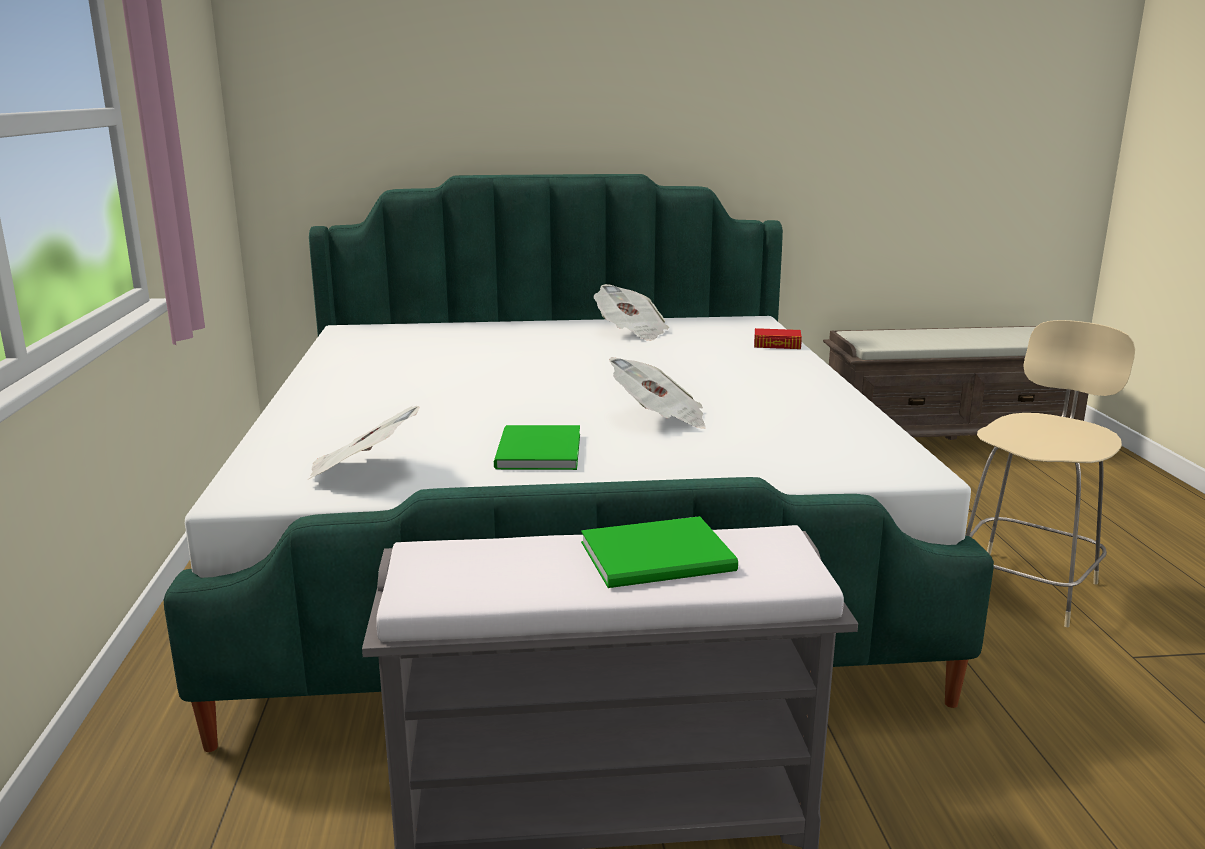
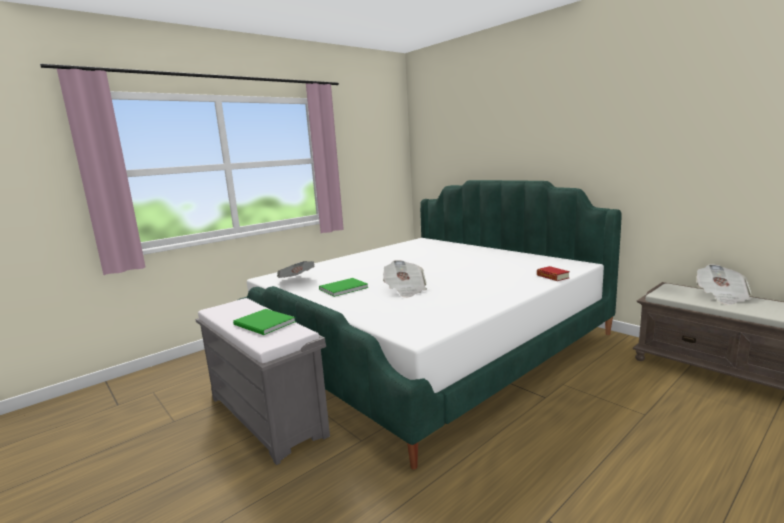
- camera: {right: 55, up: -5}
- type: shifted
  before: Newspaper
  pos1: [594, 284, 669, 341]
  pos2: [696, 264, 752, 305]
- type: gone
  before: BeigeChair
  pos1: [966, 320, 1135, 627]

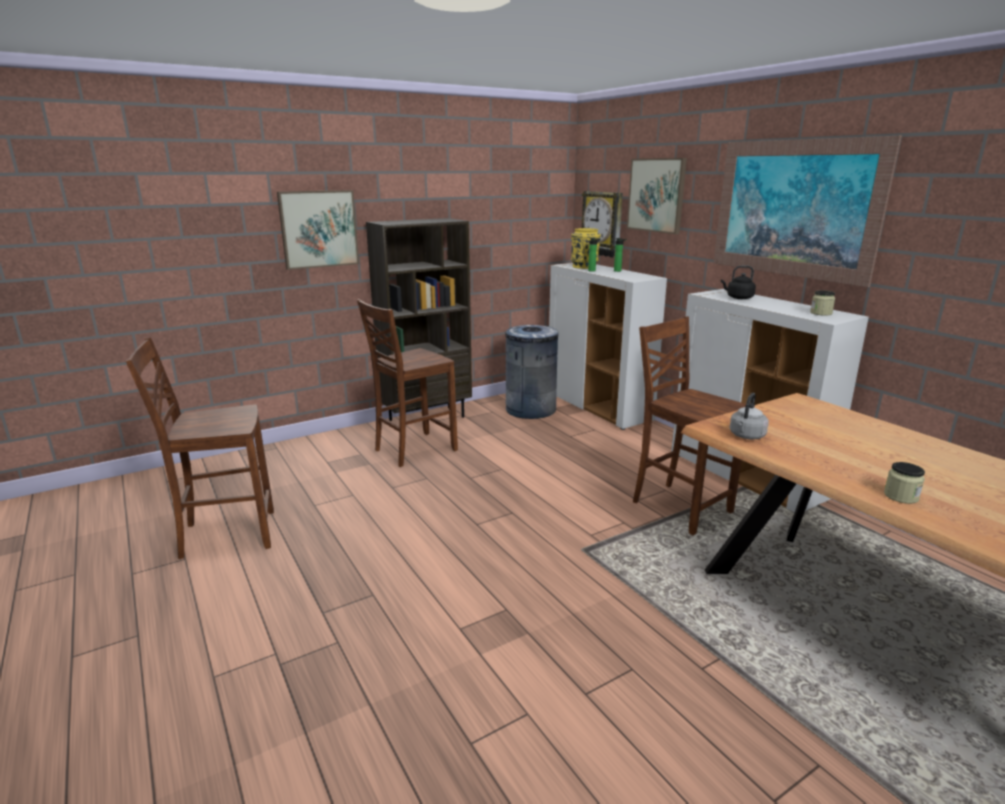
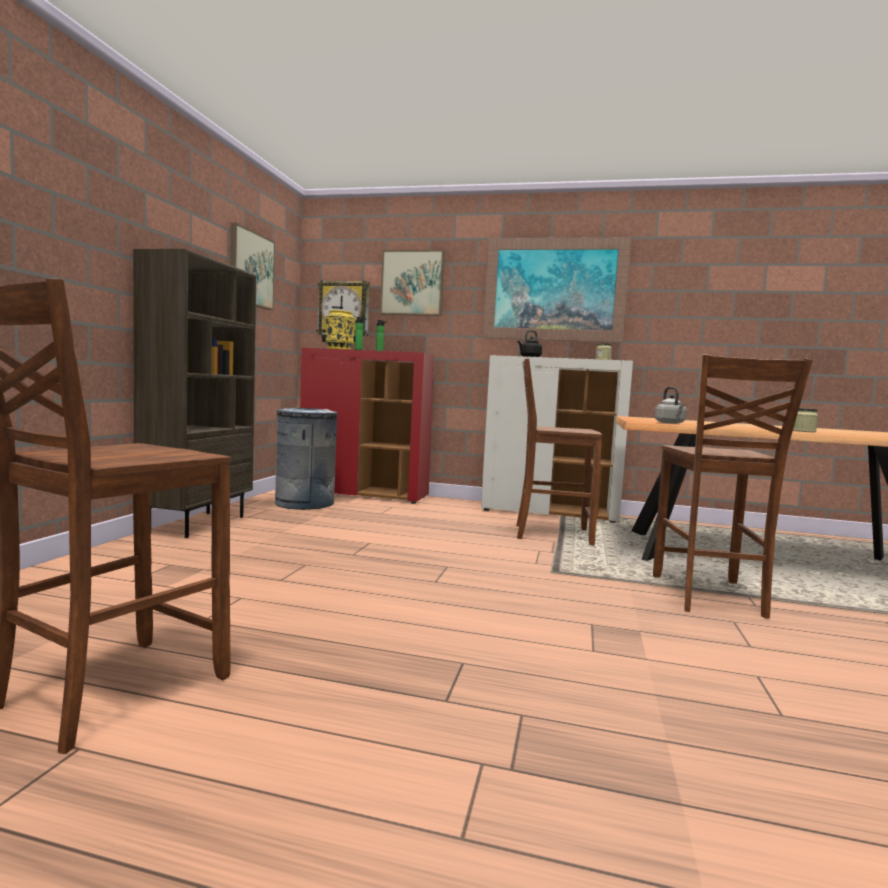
- camera: {right: -45, up: -15}
- type: shifted
  before: Picture
  pos1: [277, 190, 359, 270]
  pos2: [230, 223, 275, 310]
- type: repainted
  before: WhiteCabinet
  after: RedCabinet
  pos1: [549, 263, 667, 430]
  pos2: [300, 348, 434, 504]
- type: shifted
  before: BrownChair
  pos1: [357, 299, 458, 467]
  pos2: [653, 354, 813, 619]

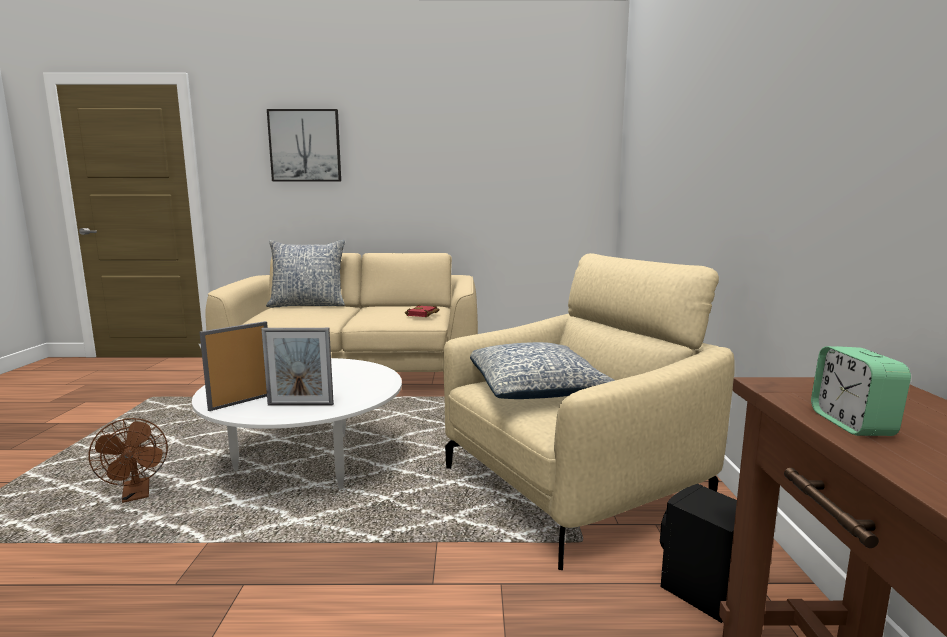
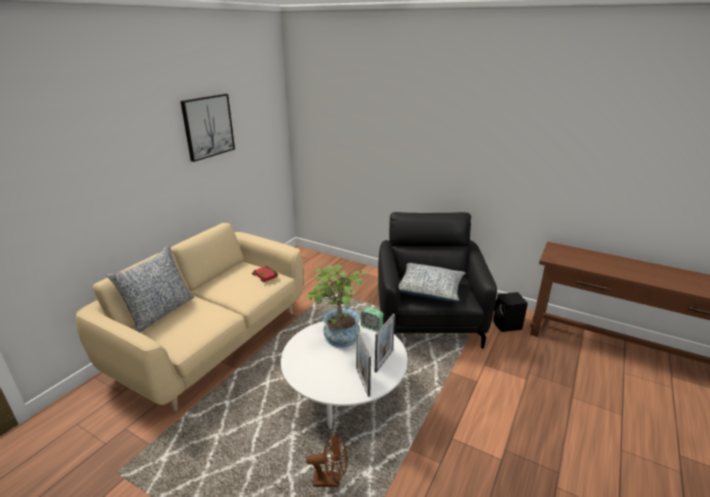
- camera: {right: -60, up: 15}
- type: shifted
  before: Picture
  pos1: [267, 109, 341, 181]
  pos2: [181, 94, 235, 162]
- type: new
  after: PottedPlant
  pos2: [306, 265, 368, 348]
- type: shifted
  before: AlarmClock
  pos1: [811, 346, 911, 436]
  pos2: [361, 307, 383, 332]
- type: repainted
  before: BeigeArmchair
  after: BlackArmchair
  pos1: [443, 253, 734, 570]
  pos2: [378, 212, 497, 348]

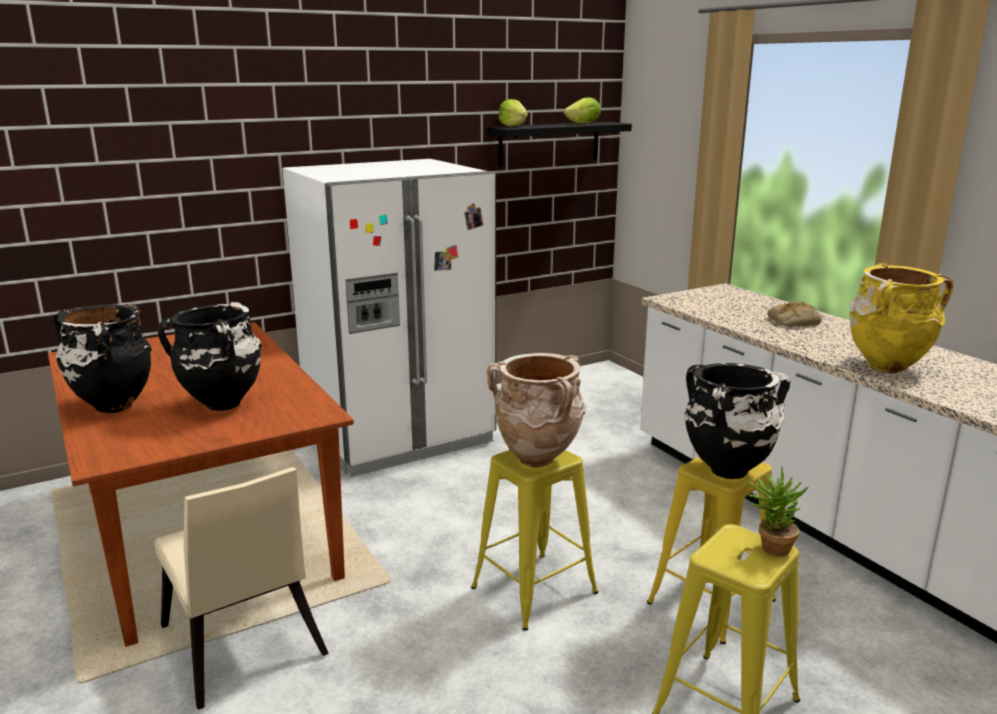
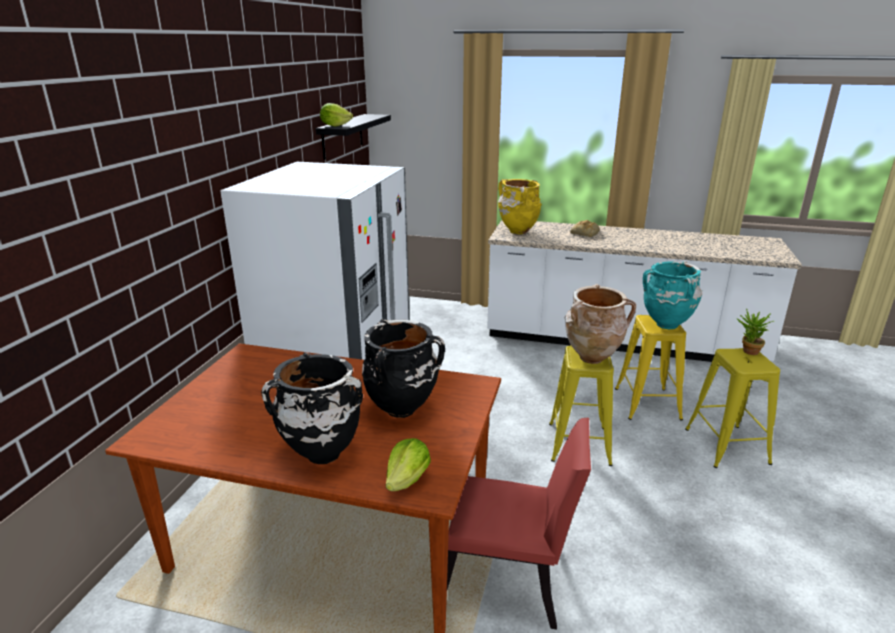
- camera: {right: -45, up: 5}
- type: shifted
  before: Lettuce
  pos1: [564, 97, 601, 123]
  pos2: [386, 438, 431, 491]
- type: repainted
  before: BeigeChair
  after: RedChair
  pos1: [154, 467, 329, 710]
  pos2: [447, 418, 591, 630]
- type: shifted
  before: YellowVase
  pos1: [850, 263, 954, 373]
  pos2: [498, 179, 542, 235]
- type: repainted
  before: BlackVase
  after: TurquoiseVase
  pos1: [685, 363, 791, 479]
  pos2: [643, 261, 702, 329]

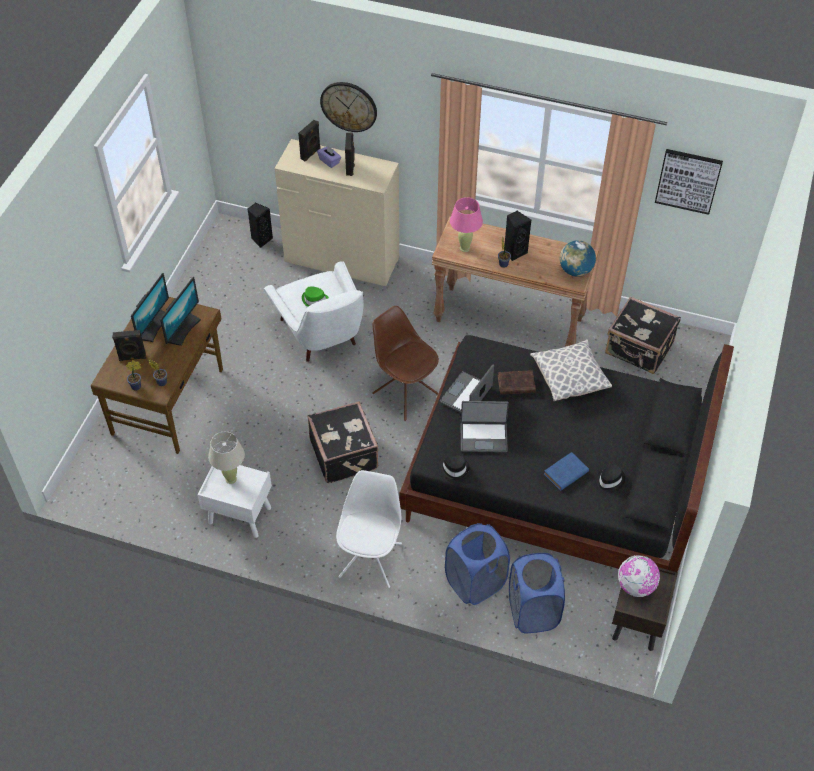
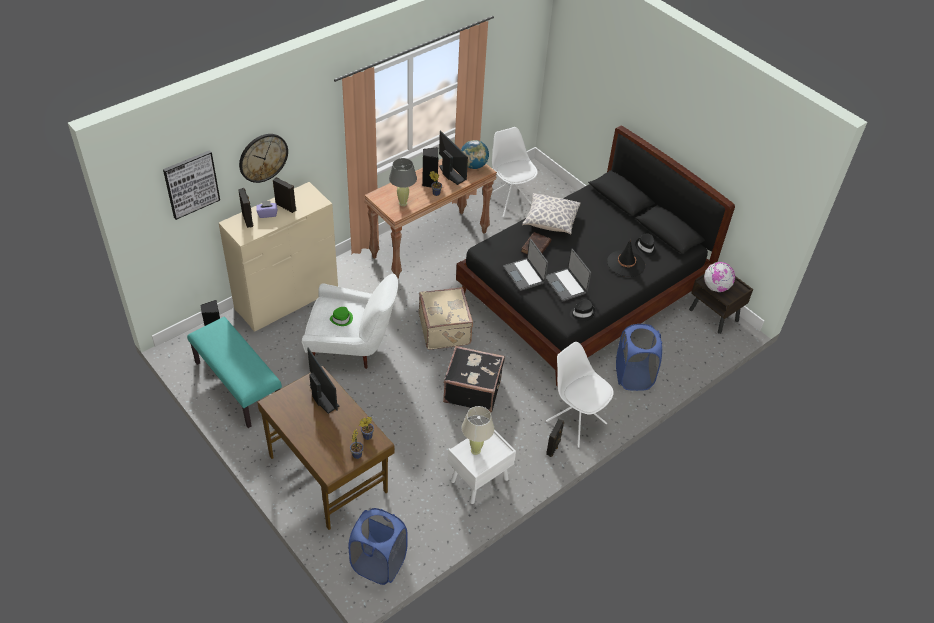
- camera: {right: -60, up: -5}
- type: shifted
  before: Picture
  pos1: [655, 149, 723, 215]
  pos2: [163, 150, 220, 220]
- type: new
  after: TurquoiseBench
  pos2: [187, 317, 282, 428]
- type: shifted
  before: BlueLaundryBasket
  pos1: [509, 553, 565, 633]
  pos2: [348, 508, 407, 585]
- type: repainted
  before: PinkTableLamp
  after: GreyTableLamp
  pos1: [450, 197, 483, 252]
  pos2: [389, 158, 417, 206]
- type: swapped
  before: BrownChair
  after: BeigeSuitcase
  pos1: [372, 306, 439, 421]
  pos2: [419, 287, 473, 350]
- type: shifted
  before: Monitor
  pos1: [131, 273, 169, 342]
  pos2: [439, 130, 468, 185]
- type: swapped
  before: BlackSuitcase
  after: WhiteChair
  pos1: [605, 296, 681, 374]
  pos2: [492, 127, 538, 217]
- type: rotated
  before: Laptop
  pos1: [461, 401, 509, 452]
  pos2: [546, 249, 591, 301]
  turn: 120
- type: shifted
  before: BlackSpeaker
  pos1: [112, 330, 146, 361]
  pos2: [546, 419, 564, 457]
- type: swapped
  before: BlueBook
  after: BlackHat
  pos1: [544, 452, 589, 491]
  pos2: [607, 239, 645, 277]

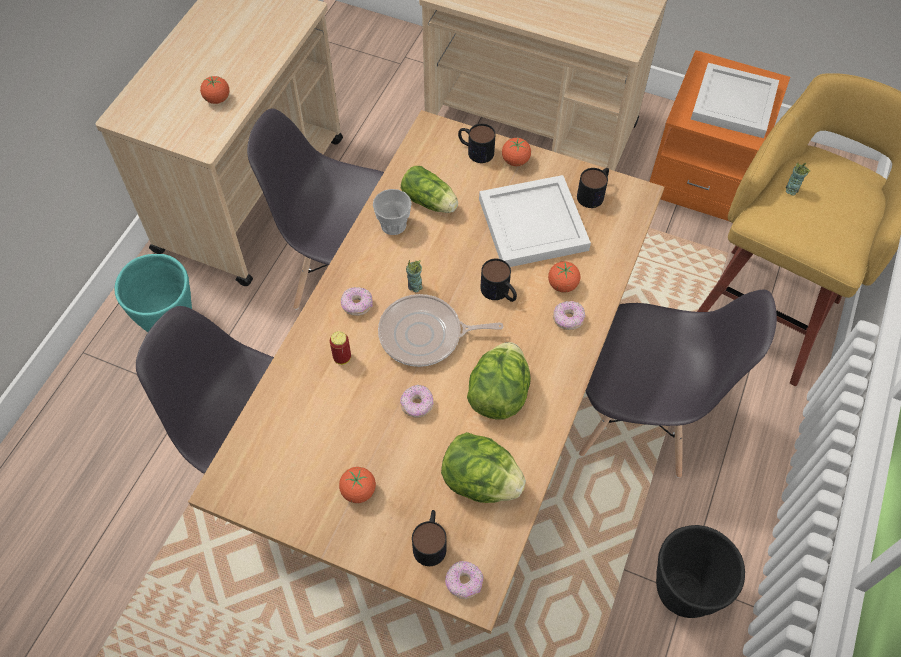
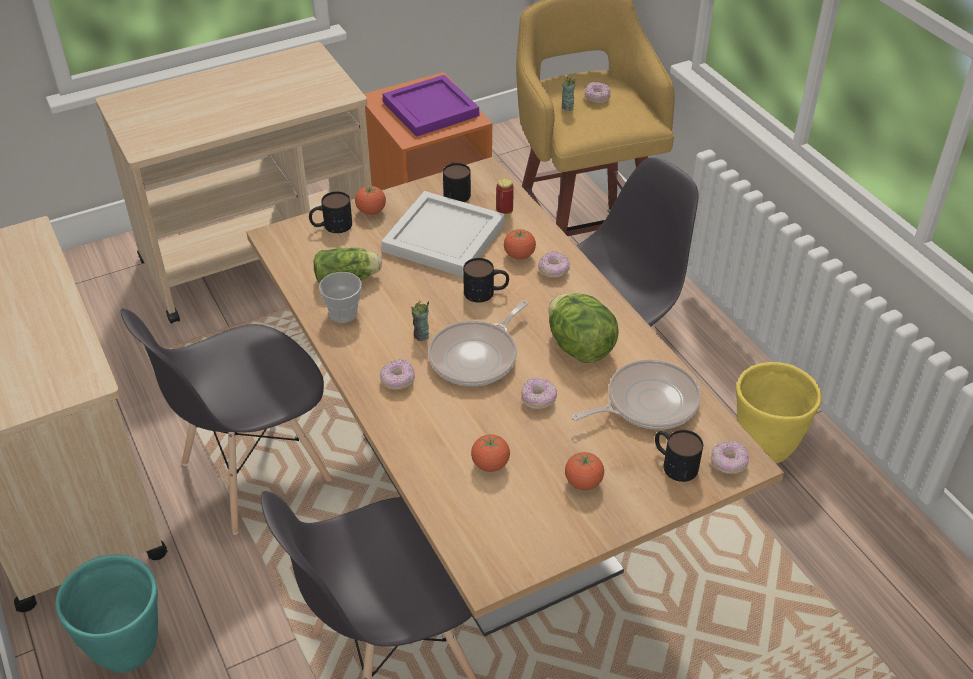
- camera: {right: -50, up: -15}
- type: repainted
  before: WhiteTray
  after: PurpleTray
  pos1: [691, 63, 779, 138]
  pos2: [383, 75, 479, 137]
- type: shifted
  before: Tomato
  pos1: [200, 76, 229, 104]
  pos2: [471, 434, 510, 472]
- type: shifted
  before: Can
  pos1: [330, 331, 351, 365]
  pos2: [496, 178, 514, 216]
- type: swapped
  before: Lettuce
  after: FryingPan
  pos1: [441, 432, 526, 503]
  pos2: [571, 359, 701, 430]
- type: new
  after: Donut
  pos2: [584, 82, 611, 104]
- type: repainted
  before: BlackPlanter
  after: YellowPlanter
  pos1: [656, 525, 745, 618]
  pos2: [736, 362, 822, 464]

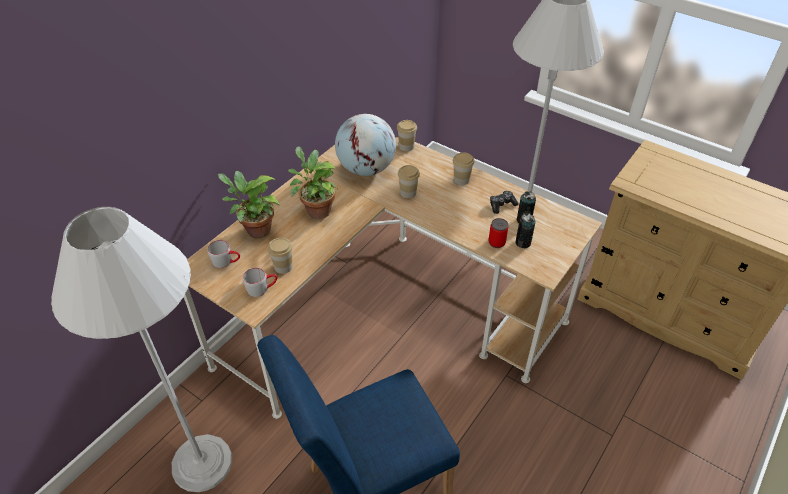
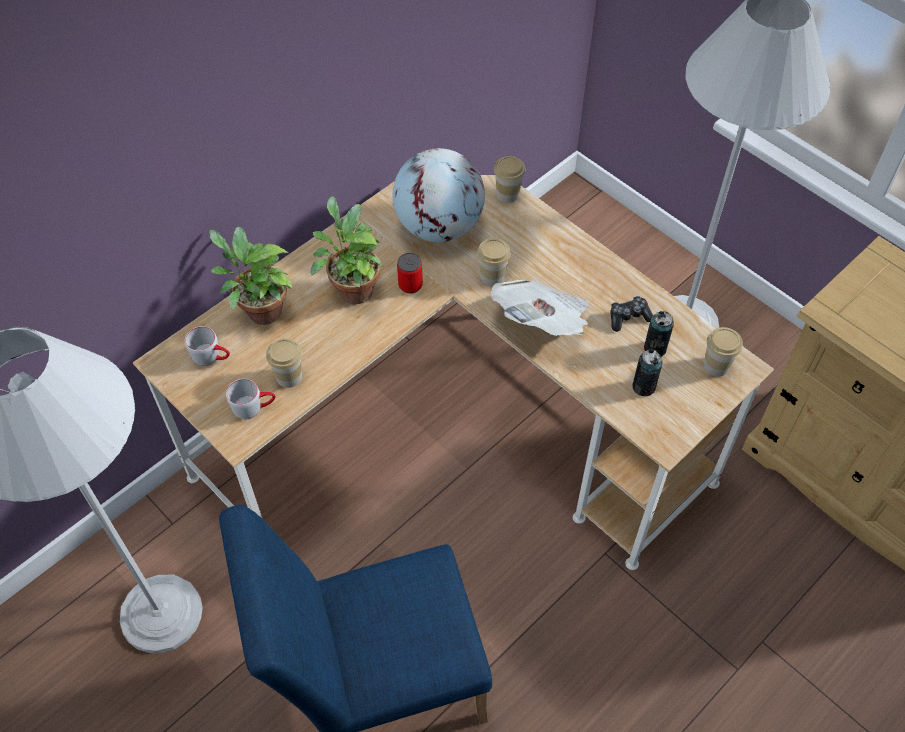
- camera: {right: 10, up: 10}
- type: shifted
  before: Can
  pos1: [488, 218, 508, 248]
  pos2: [397, 253, 423, 294]
- type: new
  after: Newspaper
  pos2: [491, 279, 589, 336]
- type: shifted
  before: Cup
  pos1: [453, 152, 474, 185]
  pos2: [704, 327, 743, 377]

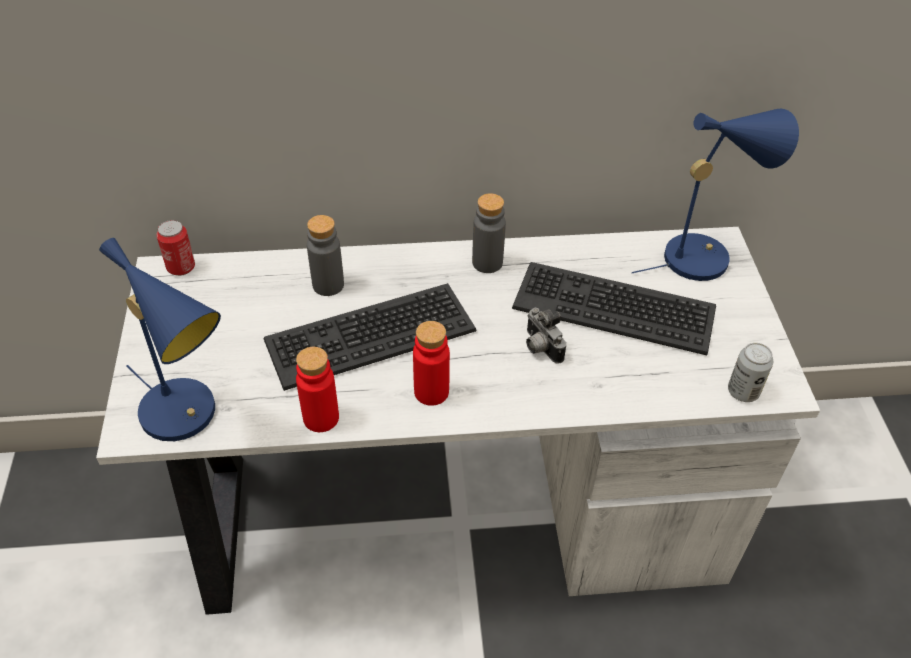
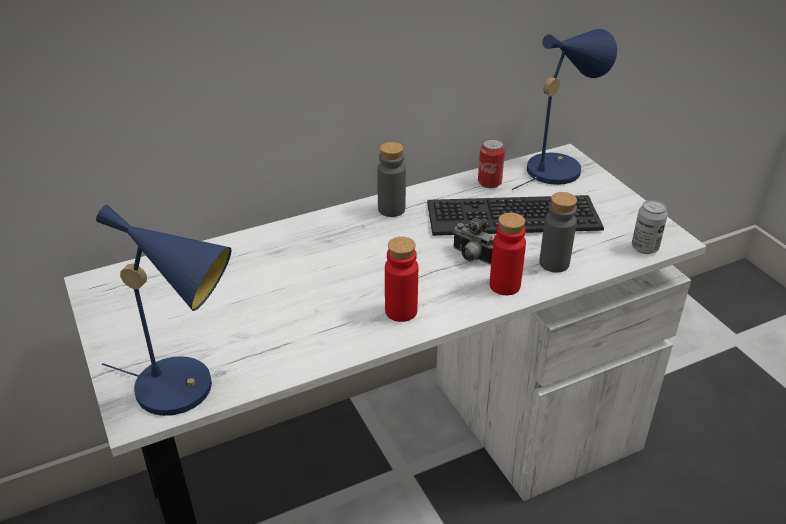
- camera: {right: -20, up: -10}
- type: shifted
  before: Can
  pos1: [156, 220, 195, 276]
  pos2: [478, 139, 505, 188]
- type: shifted
  before: RedBottle
  pos1: [296, 347, 339, 432]
  pos2: [490, 213, 526, 295]
- type: shifted
  before: GreyBottle
  pos1: [307, 215, 344, 296]
  pos2: [539, 192, 577, 273]
- type: gone
  before: Keyboard
  pos1: [264, 283, 477, 391]

